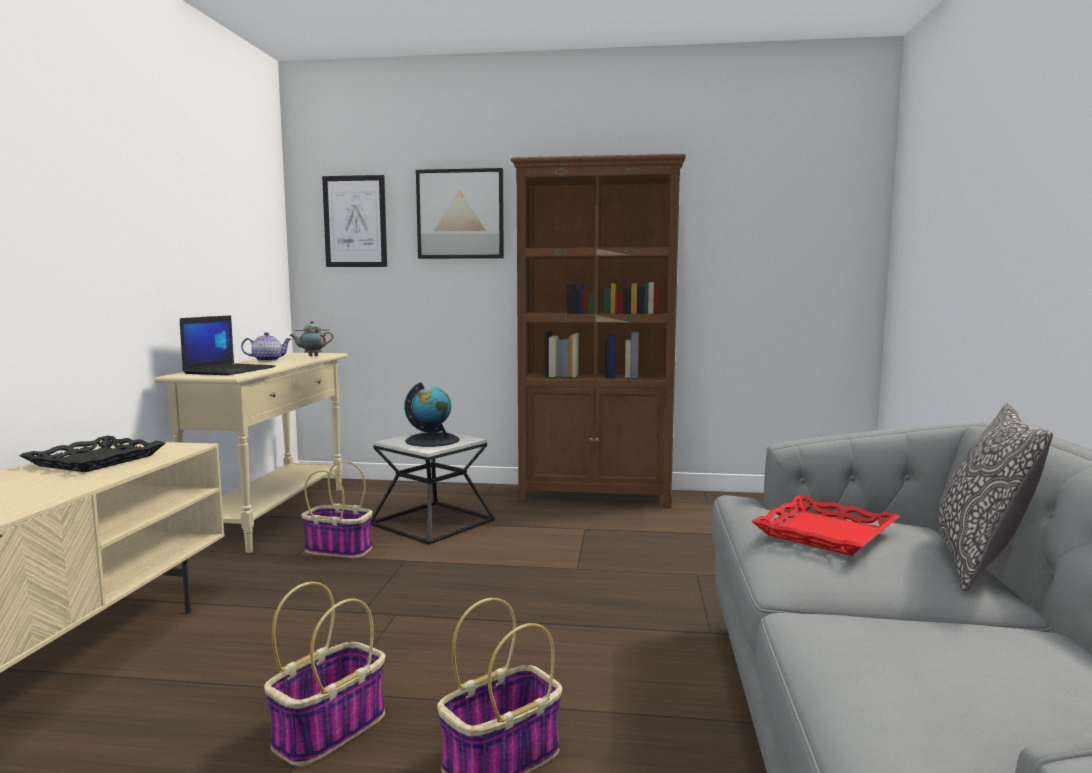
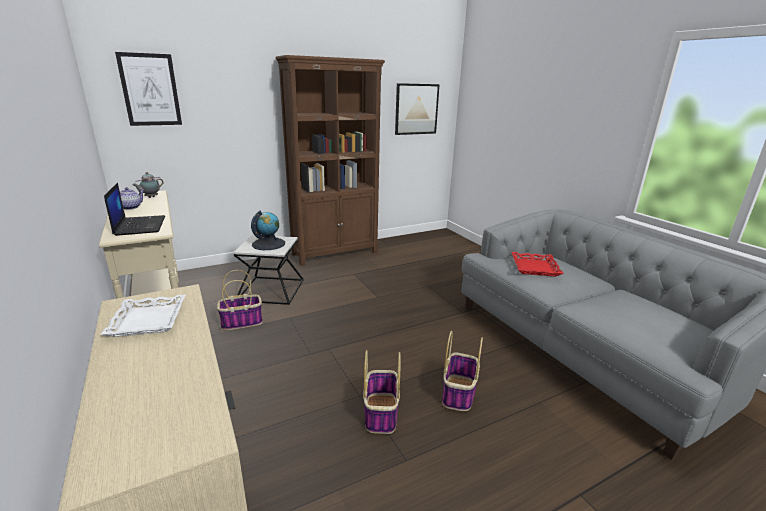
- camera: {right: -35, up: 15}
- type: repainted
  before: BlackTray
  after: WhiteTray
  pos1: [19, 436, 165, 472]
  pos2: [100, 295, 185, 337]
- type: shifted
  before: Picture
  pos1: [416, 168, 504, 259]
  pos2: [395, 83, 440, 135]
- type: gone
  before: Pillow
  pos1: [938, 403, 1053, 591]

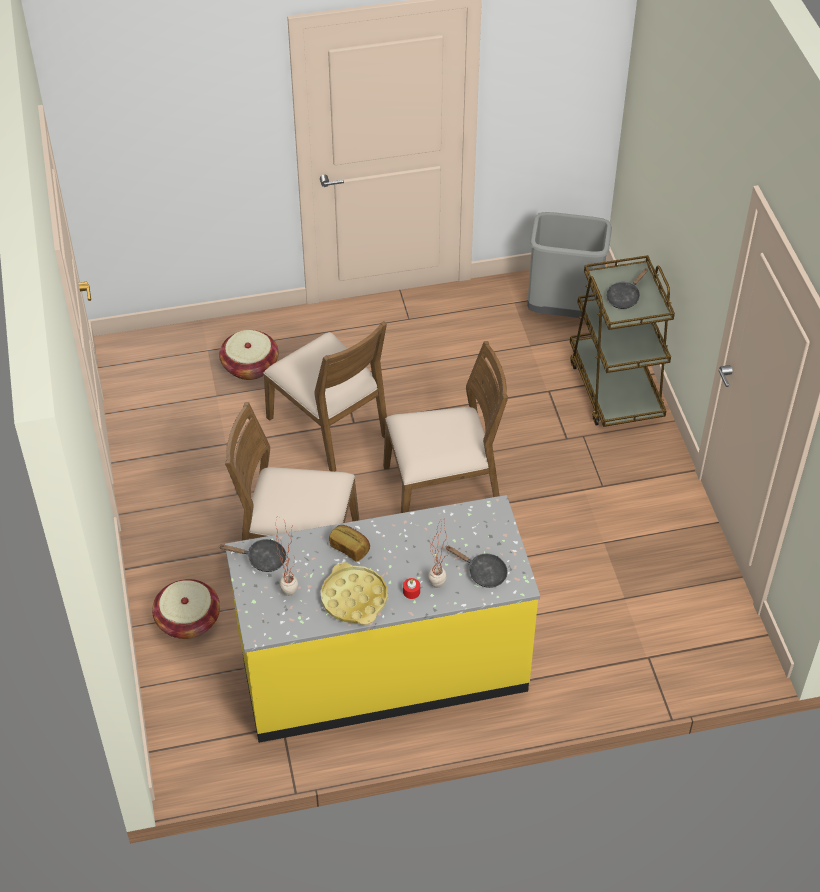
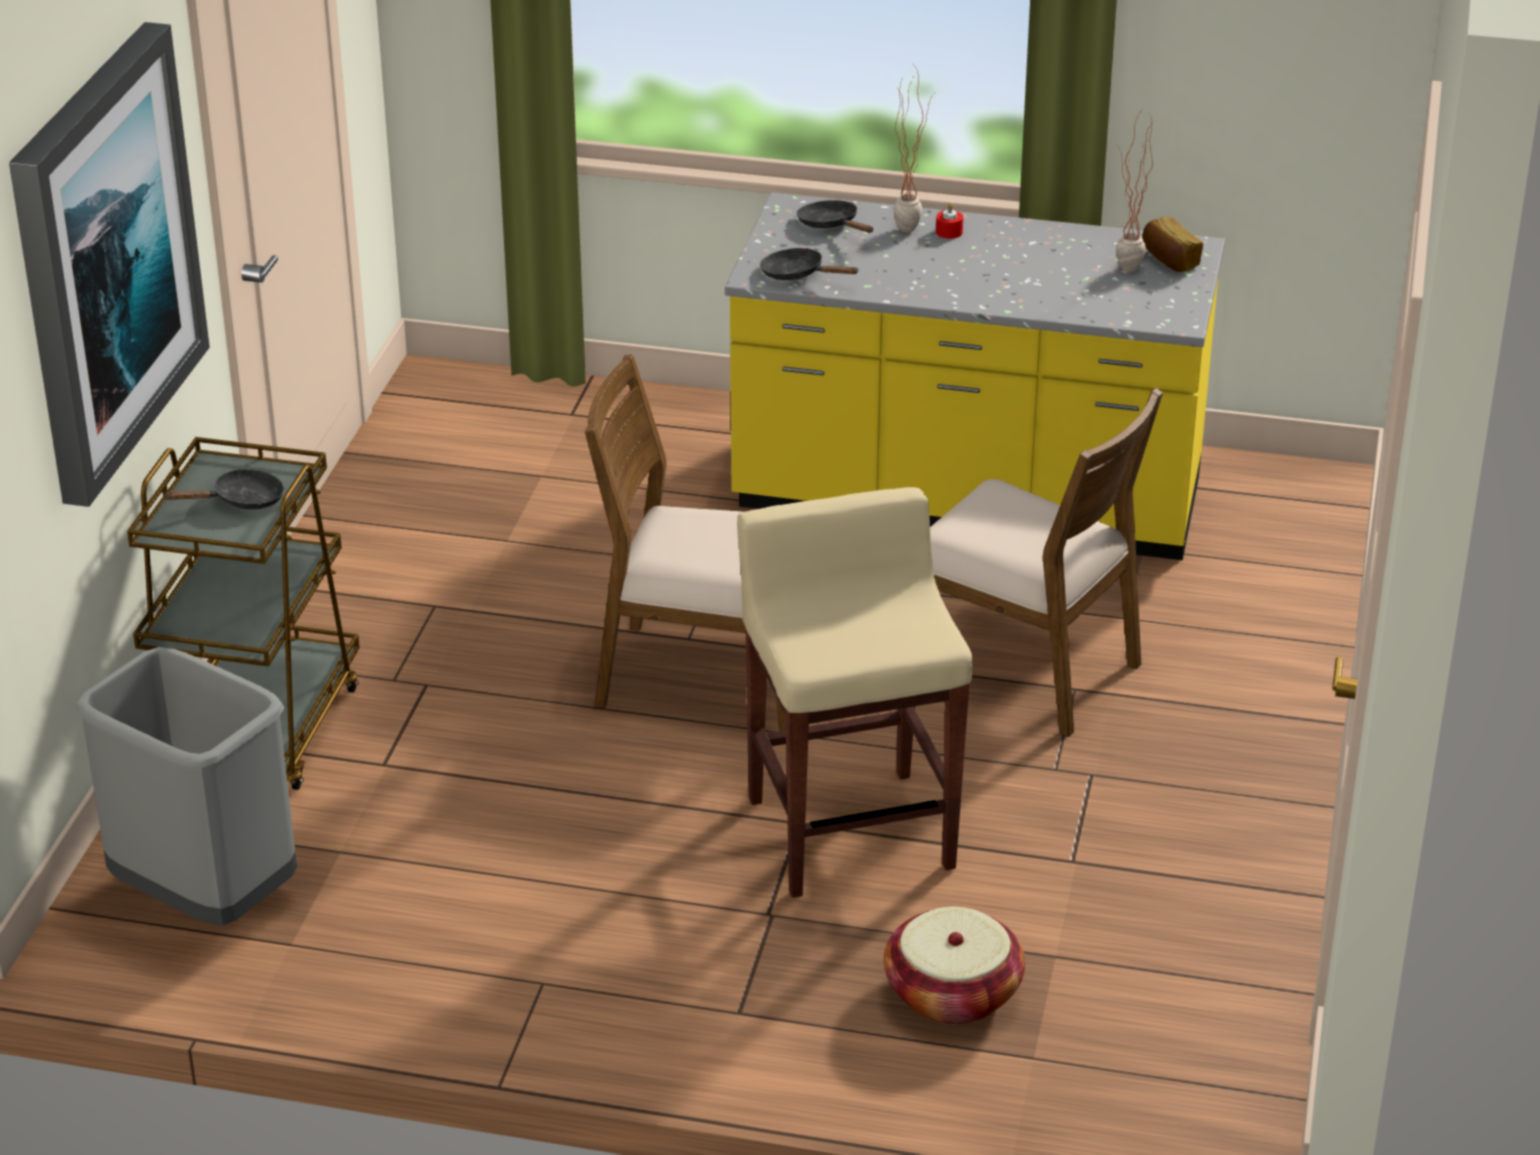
- camera: {right: -155, up: -15}
- type: new
  after: Picture
  pos2: [9, 22, 210, 507]
- type: swapped
  before: BrownChair
  after: BeigeStool
  pos1: [263, 321, 387, 472]
  pos2: [737, 487, 973, 898]
- type: shifted
  before: BlackFryingPan
  pos1: [220, 539, 287, 572]
  pos2: [760, 248, 859, 280]
- type: shifted
  before: Bread
  pos1: [329, 525, 370, 562]
  pos2: [1142, 217, 1203, 272]
- type: gone
  before: Basket
  pos1: [152, 579, 220, 639]
- type: gone
  before: YellowTray
  pos1: [321, 562, 388, 625]

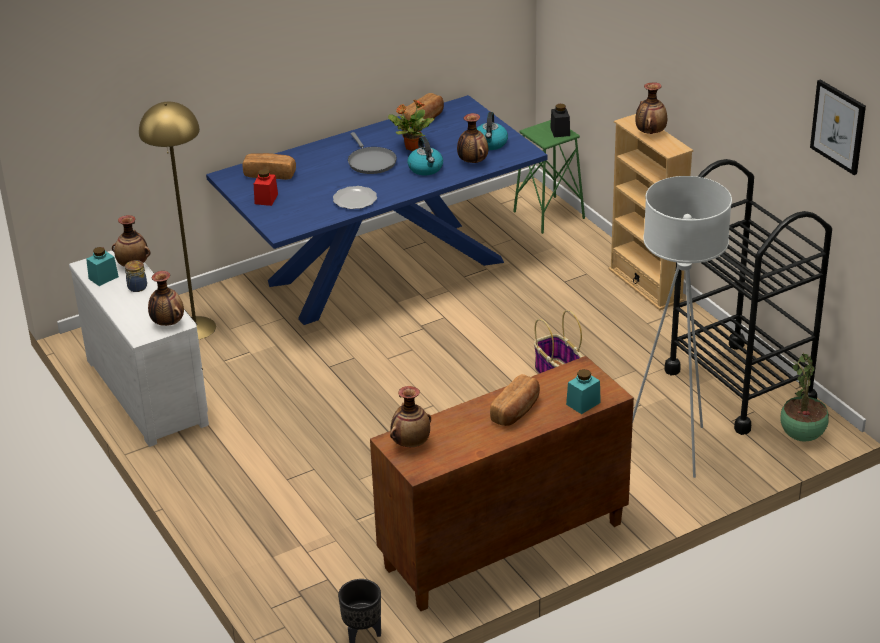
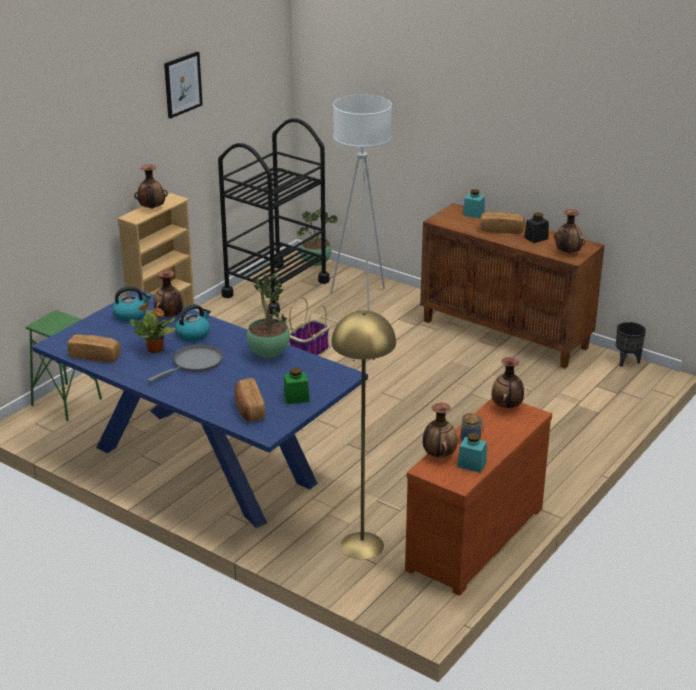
- camera: {right: -115, up: -5}
- type: shifted
  before: Picture
  pos1: [810, 79, 866, 175]
  pos2: [164, 51, 203, 119]
- type: swapped
  before: Plate
  after: PottedPlant
  pos1: [333, 186, 377, 209]
  pos2: [247, 273, 290, 358]
- type: repainted
  before: RedJar
  after: GreenJar
  pos1: [254, 169, 278, 206]
  pos2: [284, 367, 309, 404]
- type: repainted
  before: WhiteDresser
  after: BrownDresser
  pos1: [69, 251, 209, 447]
  pos2: [405, 398, 552, 596]
- type: shifted
  before: BlackJar
  pos1: [550, 104, 570, 137]
  pos2: [524, 212, 549, 243]

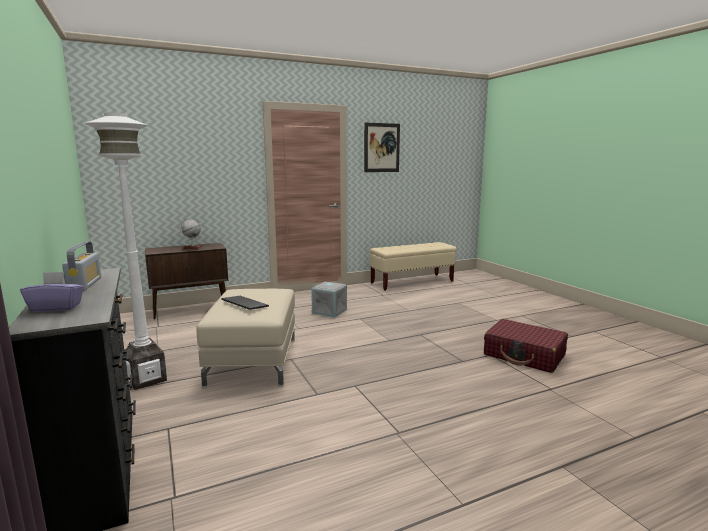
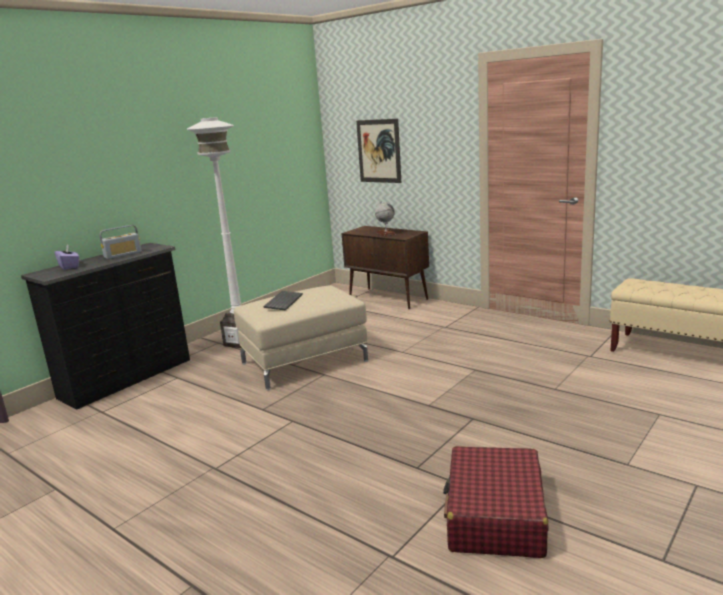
- camera: {right: 65, up: 5}
- type: shifted
  before: Picture
  pos1: [364, 122, 400, 172]
  pos2: [356, 119, 401, 183]
- type: gone
  before: GreyStorageBox
  pos1: [311, 282, 347, 318]

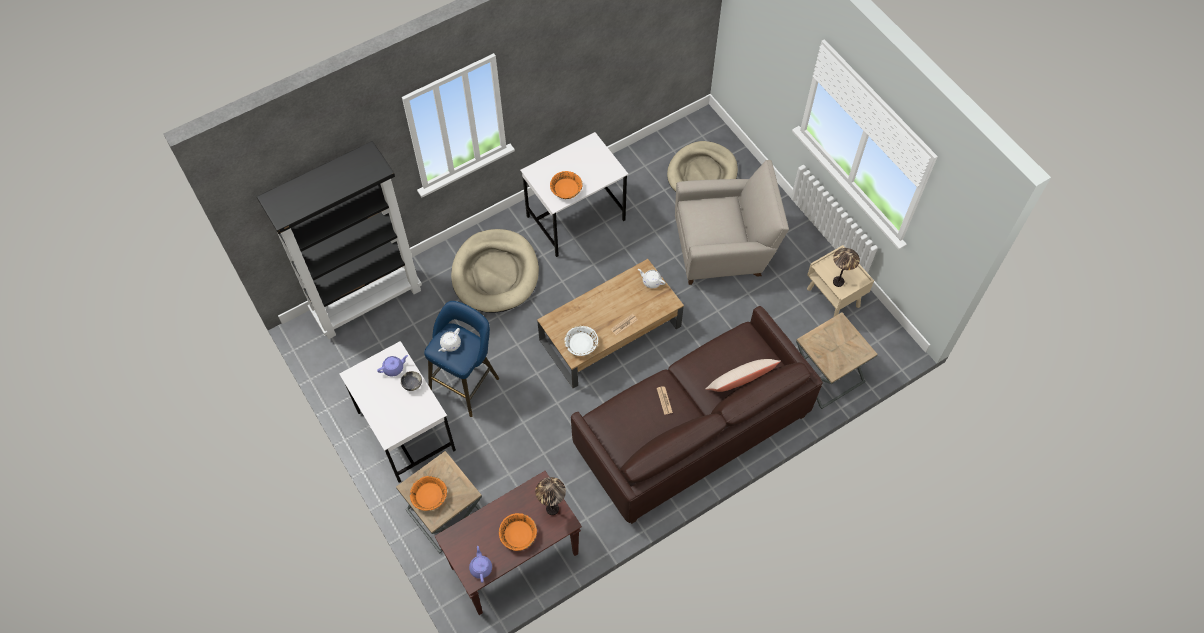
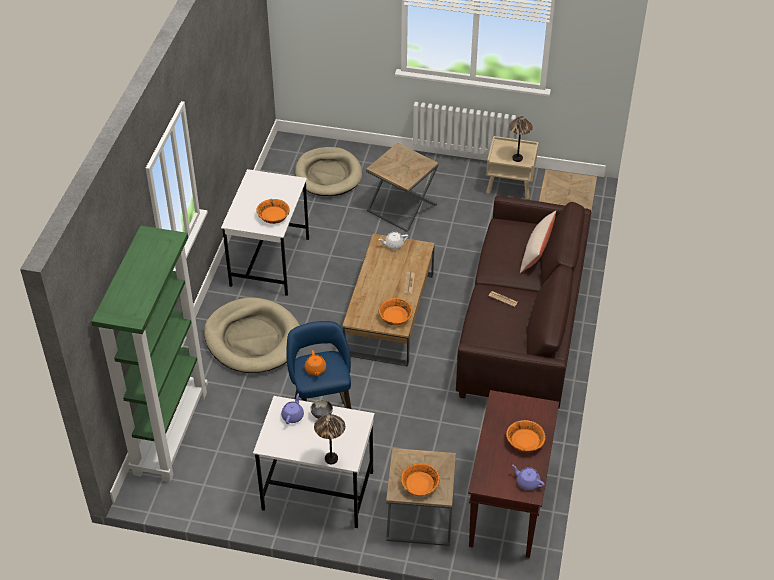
- camera: {right: -45, up: -15}
- type: repainted
  before: BlackBookcase
  after: GreenBookcase
  pos1: [257, 141, 422, 339]
  pos2: [91, 226, 208, 482]
- type: repainted
  before: WhiteTeapot
  after: OrangeTeapot
  pos1: [439, 328, 461, 352]
  pos2: [305, 350, 326, 376]
- type: shifted
  before: TableLamp
  pos1: [535, 477, 566, 515]
  pos2: [314, 414, 345, 464]
- type: swapped
  before: BeigeArmchair
  after: BrownSideTable
  pos1: [675, 160, 789, 285]
  pos2: [366, 143, 438, 232]
- type: repainted
  before: WhiteBowl
  after: OrangeBowl
  pos1: [564, 326, 598, 356]
  pos2: [379, 298, 413, 325]

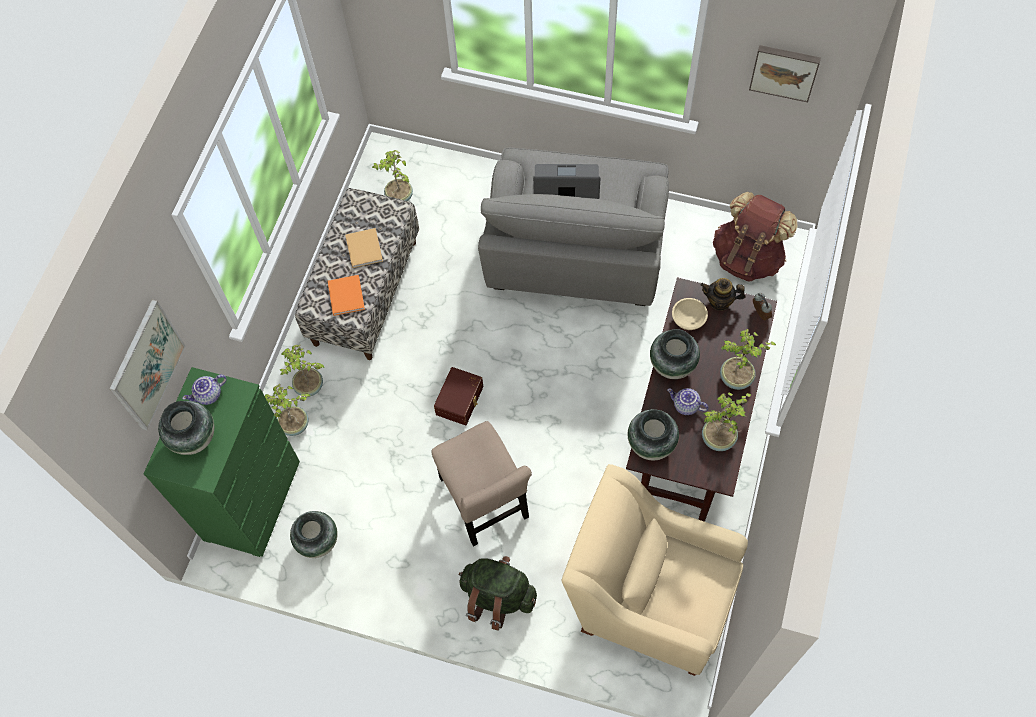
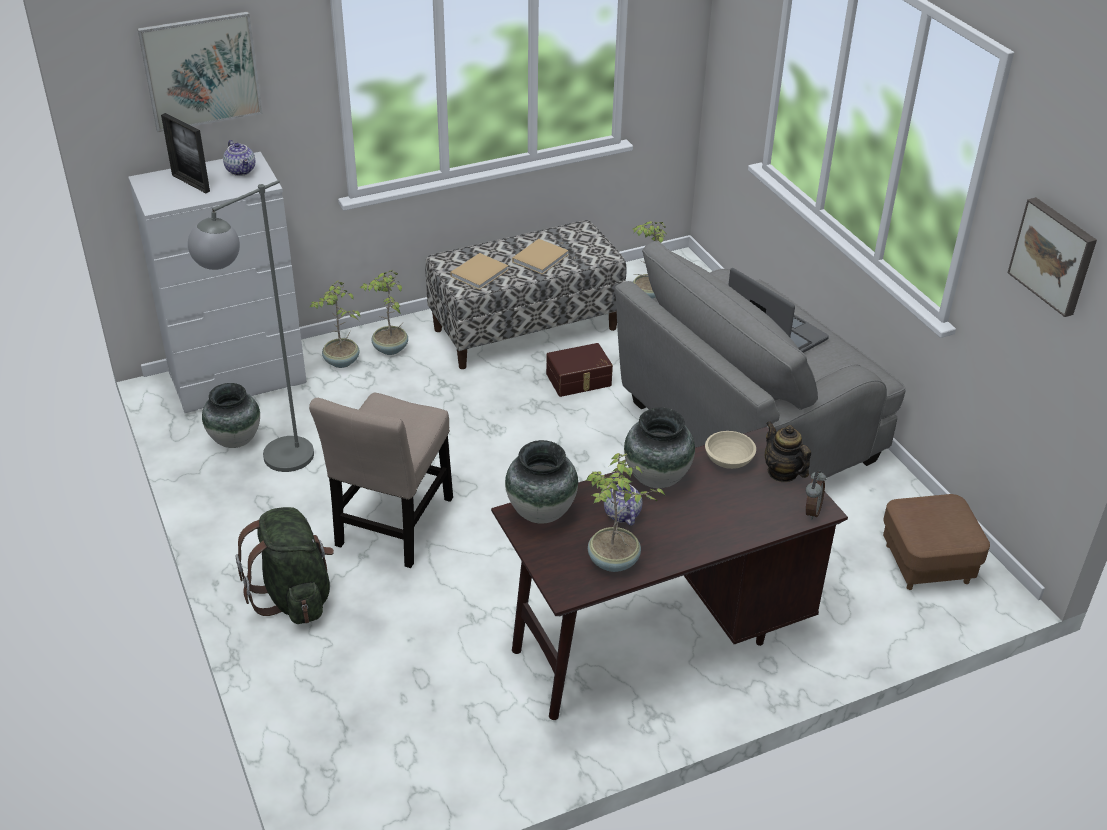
- camera: {right: 45, up: -25}
- type: repainted
  before: GreenDresser
  after: WhiteDresser
  pos1: [144, 367, 300, 557]
  pos2: [128, 152, 307, 413]
- type: swapped
  before: Vase
  after: PictureFrame
  pos1: [158, 401, 214, 455]
  pos2: [161, 113, 210, 193]
- type: new
  after: GreyFloorLamp
  pos2: [188, 180, 314, 472]
- type: rotated
  before: Teapot
  pos1: [182, 375, 227, 405]
  pos2: [223, 140, 255, 176]
  turn: -135
- type: repainted
  before: OrangeBook
  after: BeigeBook
  pos1: [328, 275, 365, 316]
  pos2: [450, 253, 509, 290]
- type: shifted
  before: BrownStorageBox
  pos1: [434, 367, 483, 425]
  pos2: [546, 343, 613, 397]
- type: swapped
  before: BrownBackpack
  after: BrownOttoman
  pos1: [713, 192, 798, 282]
  pos2: [883, 494, 990, 590]
- type: gone
  before: BeigeArmchair
  pos1: [562, 464, 748, 676]
- type: gone
  before: PottedPlant
  pos1: [720, 329, 776, 390]

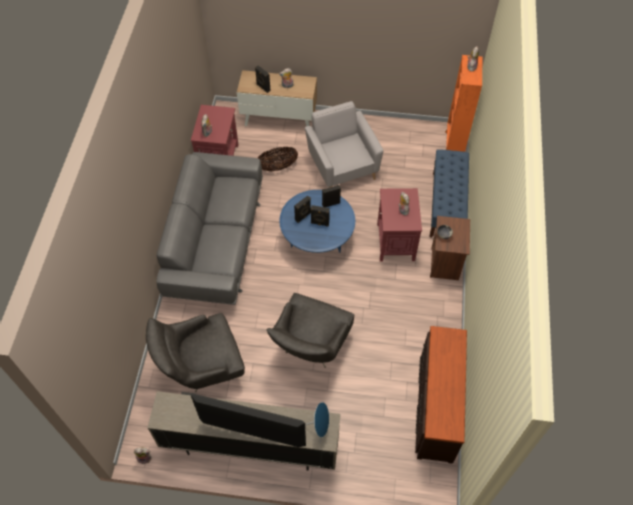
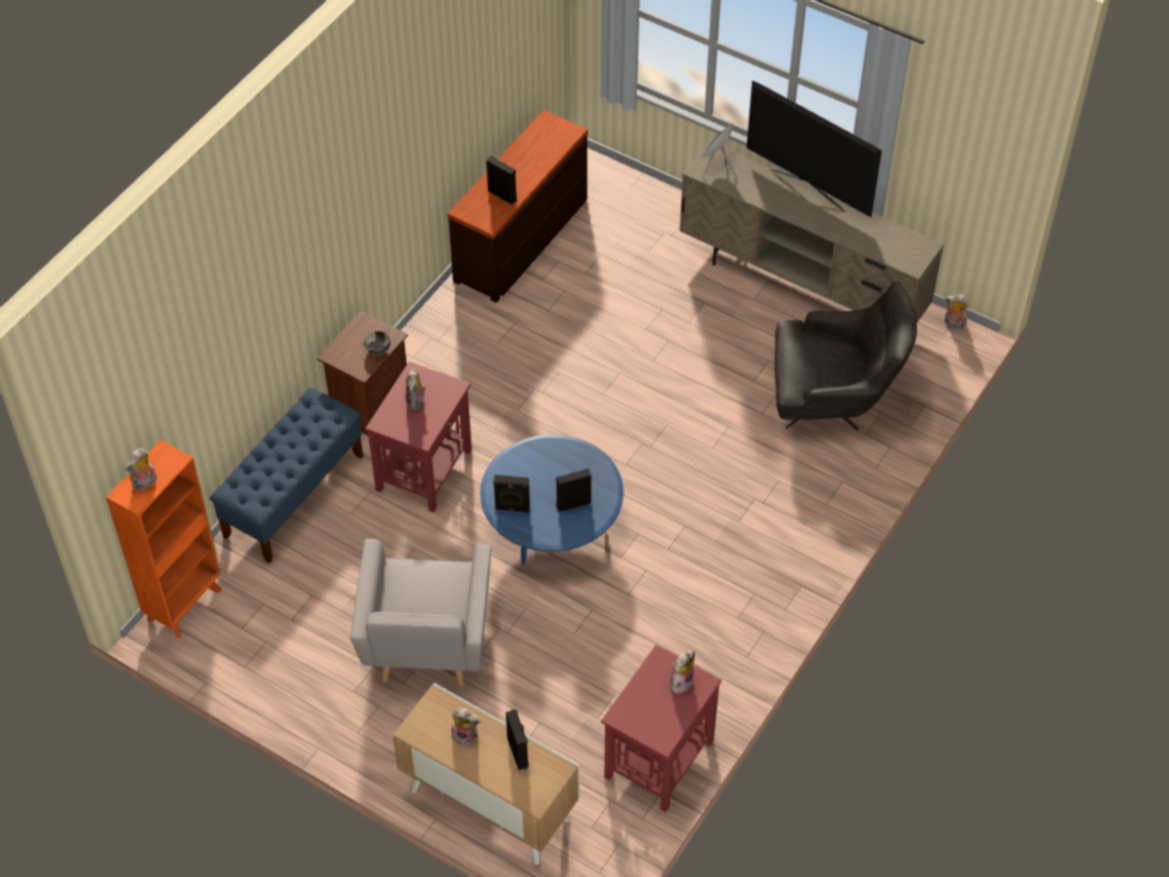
- camera: {right: -155, up: -5}
- type: shifted
  before: BlackSpeaker
  pos1: [311, 205, 330, 227]
  pos2: [486, 156, 517, 204]
- type: gone
  before: GreySofa
  pos1: [156, 152, 263, 305]
- type: gone
  before: Basket
  pos1: [258, 146, 298, 171]
- type: gone
  before: GreyArmchair
  pos1: [266, 293, 354, 368]

